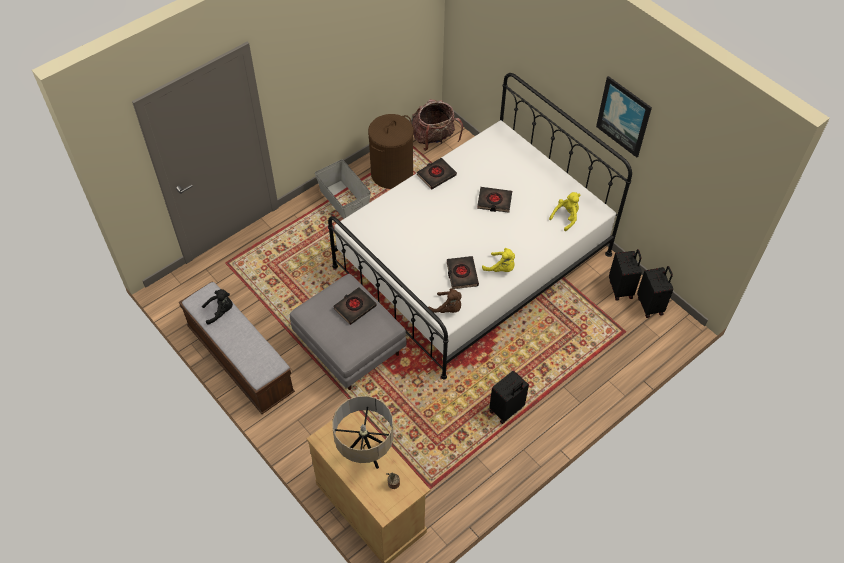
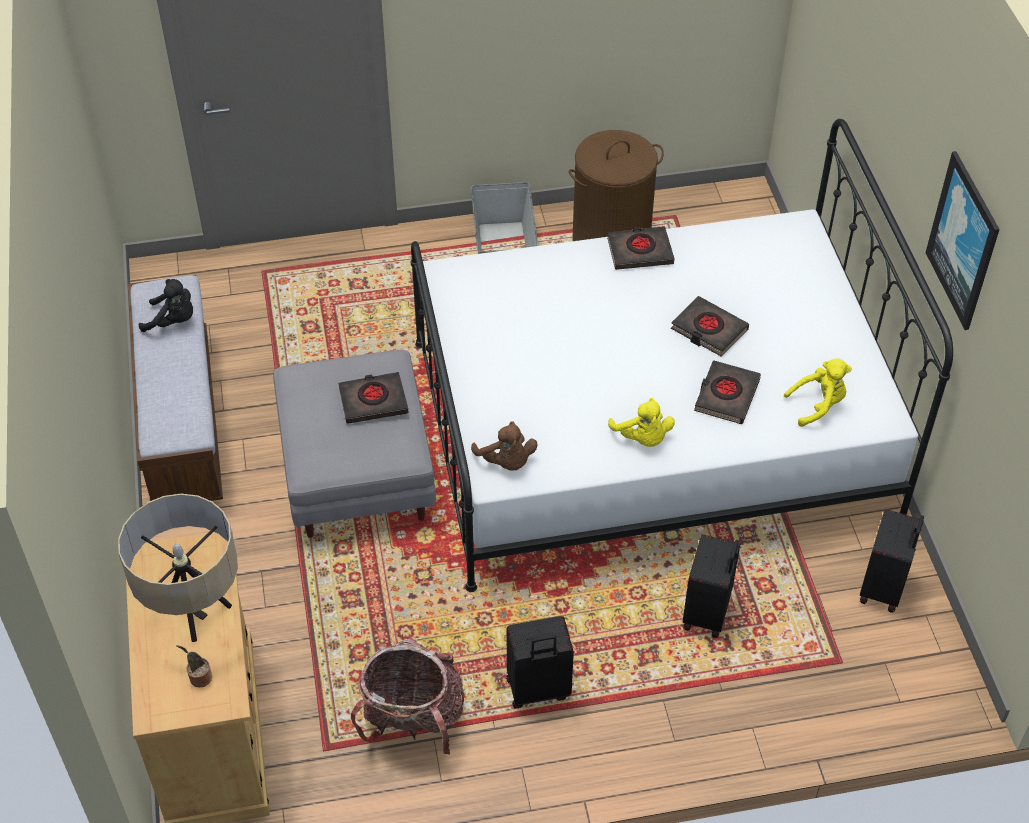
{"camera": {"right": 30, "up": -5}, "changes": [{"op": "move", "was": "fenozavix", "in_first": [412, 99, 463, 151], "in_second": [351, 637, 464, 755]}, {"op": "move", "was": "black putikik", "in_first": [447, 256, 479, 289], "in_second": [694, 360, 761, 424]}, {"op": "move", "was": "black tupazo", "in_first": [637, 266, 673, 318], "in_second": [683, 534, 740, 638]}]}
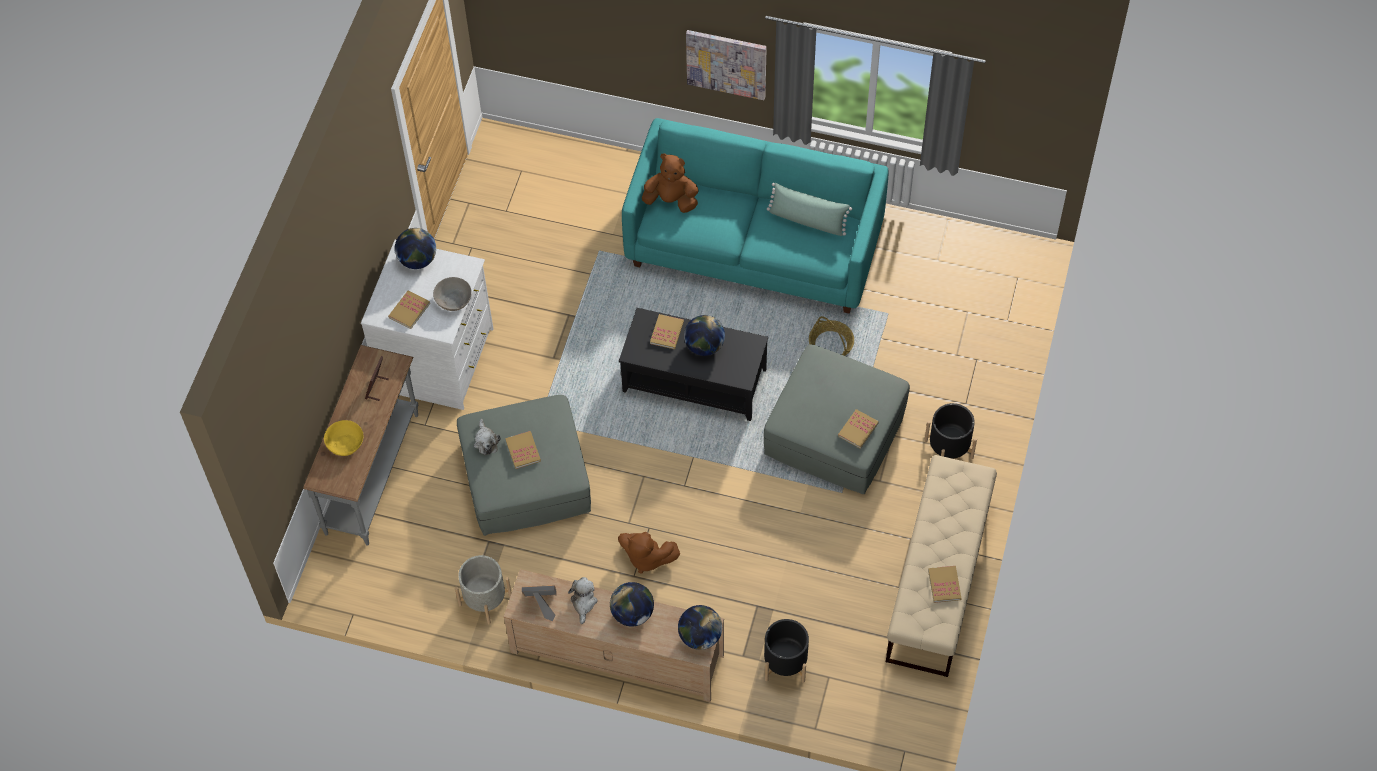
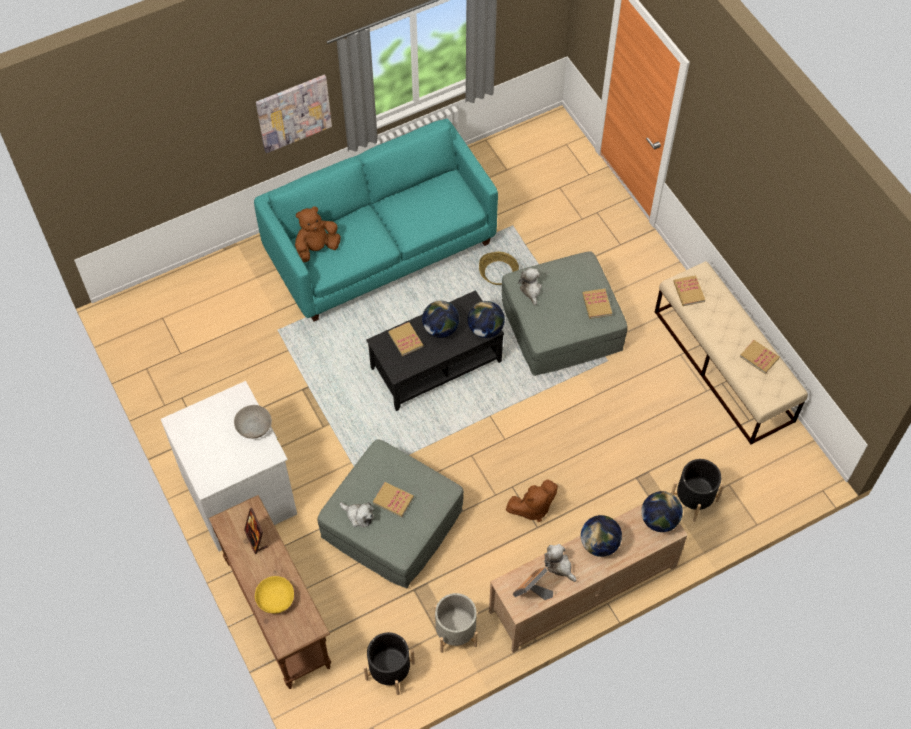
{"camera": {"right": -45, "up": 0}, "changes": [{"op": "delete", "was": "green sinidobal", "in_first": [767, 183, 852, 236]}, {"op": "move", "was": "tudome", "in_first": [395, 228, 436, 269], "in_second": [468, 301, 505, 338]}, {"op": "move", "was": "putikik", "in_first": [388, 291, 430, 329], "in_second": [673, 275, 705, 306]}, {"op": "recolor", "was": "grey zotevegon", "now": "brown zotevegon", "in_first": [303, 345, 418, 546], "in_second": [209, 495, 331, 689]}, {"op": "move", "was": "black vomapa", "in_first": [924, 403, 977, 459], "in_second": [363, 632, 415, 695]}, {"op": "insert", "now": "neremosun", "in_second": [518, 268, 542, 306]}]}
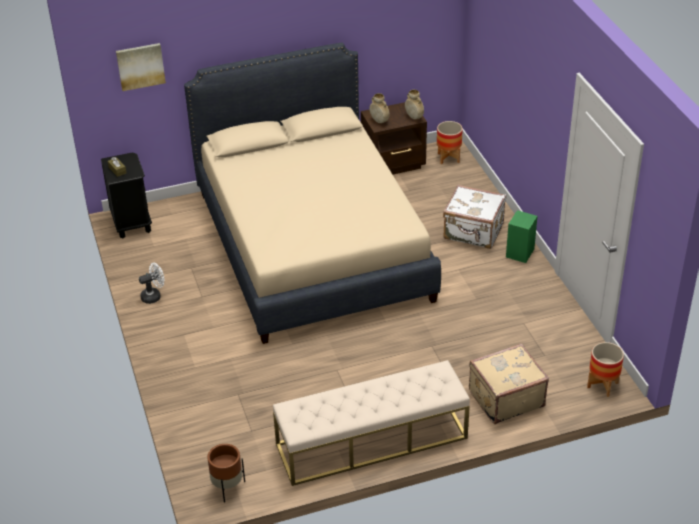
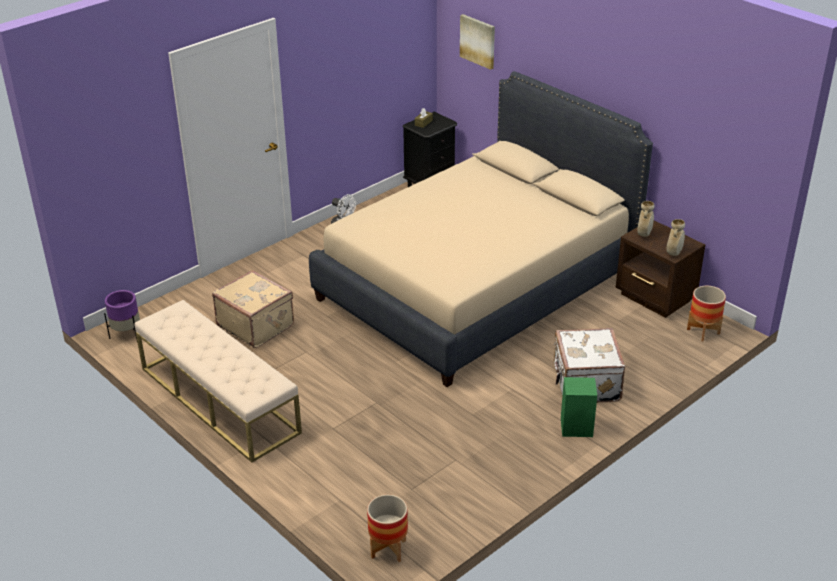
{"camera": {"right": 65, "up": -5}, "changes": [{"op": "move", "was": "beige tupazo", "in_first": [469, 343, 549, 424], "in_second": [212, 270, 294, 348]}, {"op": "recolor", "was": "brown vomapa", "now": "purple vomapa", "in_first": [207, 444, 245, 503], "in_second": [104, 290, 140, 340]}]}
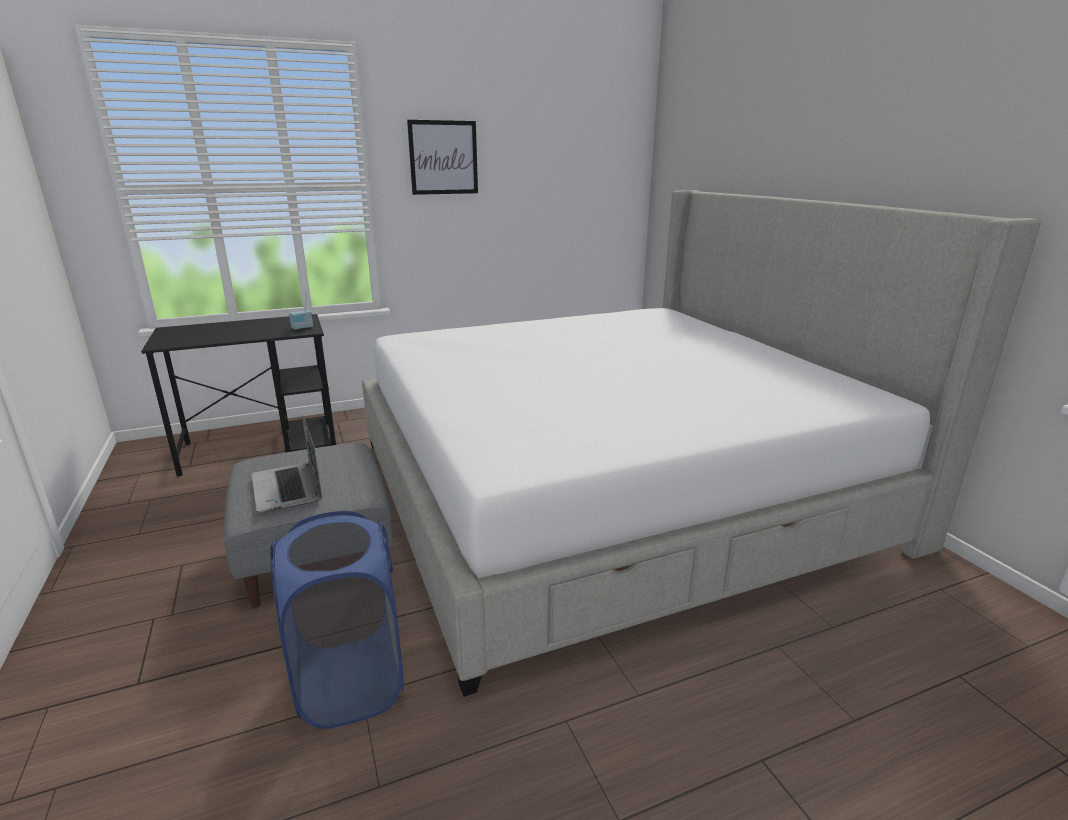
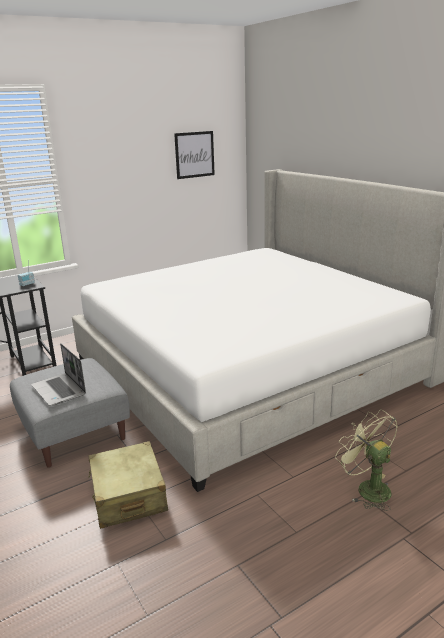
{"camera": {"right": -10, "up": 0}, "changes": [{"op": "move", "was": "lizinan", "in_first": [407, 120, 478, 195], "in_second": [174, 131, 215, 179]}, {"op": "replace", "was": "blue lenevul", "now": "beige tupazo", "in_first": [270, 511, 404, 729], "in_second": [88, 441, 168, 529]}, {"op": "insert", "now": "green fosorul", "in_second": [335, 410, 398, 511]}]}
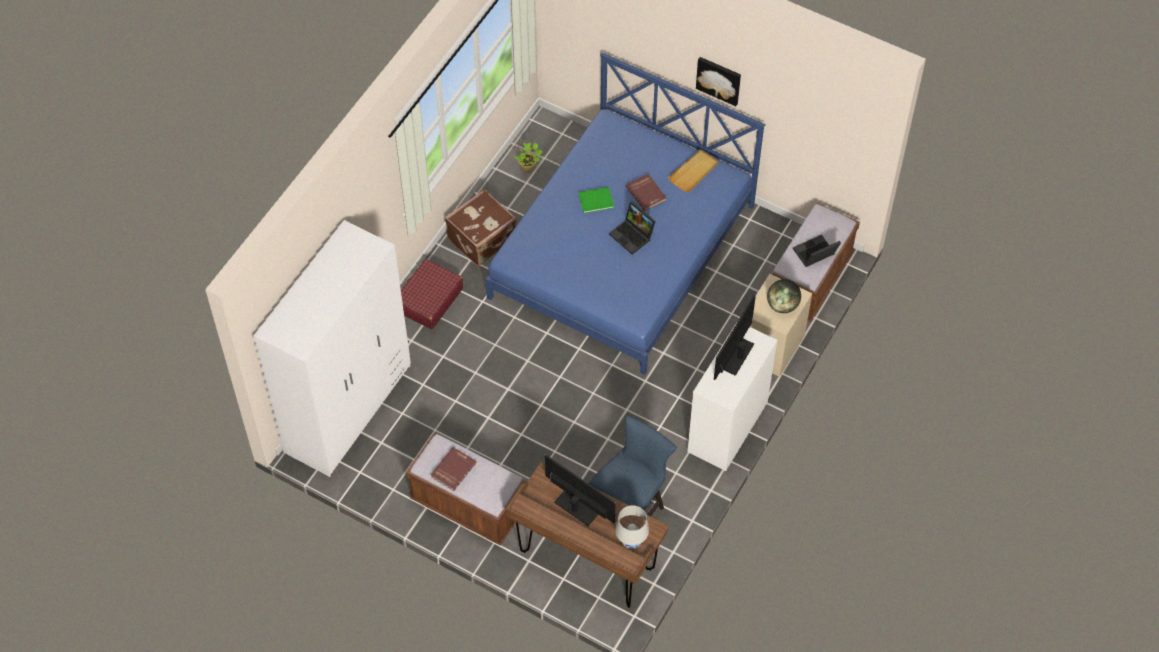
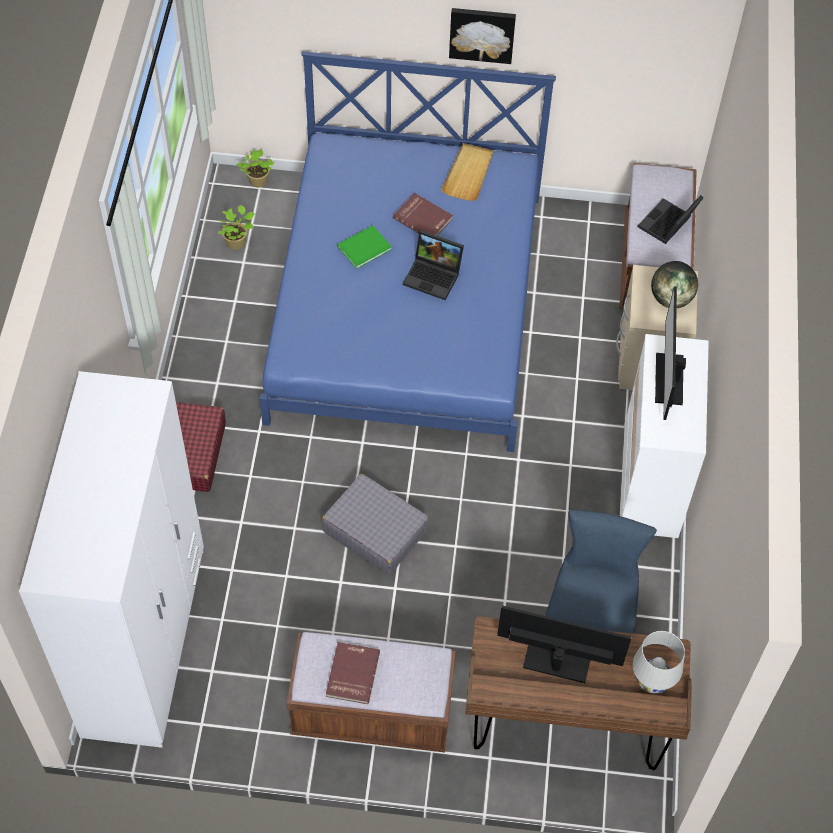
{"camera": {"right": -25, "up": 0}, "changes": [{"op": "delete", "was": "brown tupazo", "in_first": [445, 189, 517, 266]}, {"op": "insert", "now": "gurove", "in_second": [237, 149, 274, 188]}, {"op": "insert", "now": "grey tupazo", "in_second": [322, 474, 429, 575]}]}
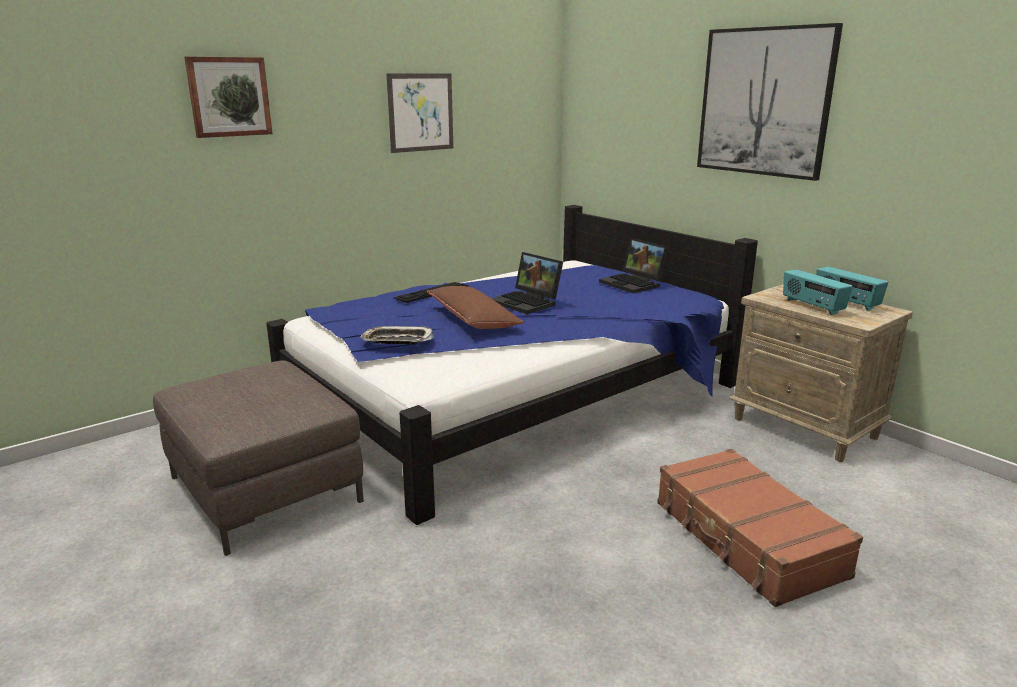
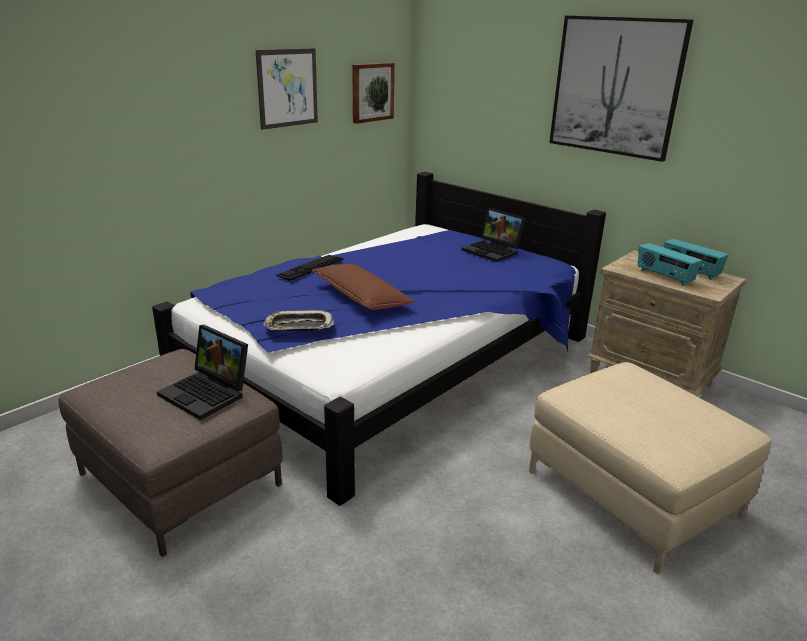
{"camera": {"right": -10, "up": 5}, "changes": [{"op": "move", "was": "lizinan", "in_first": [184, 57, 272, 138], "in_second": [352, 63, 395, 124]}, {"op": "move", "was": "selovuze", "in_first": [491, 252, 563, 314], "in_second": [157, 325, 248, 420]}, {"op": "replace", "was": "brown tupazo", "now": "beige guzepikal", "in_first": [657, 449, 863, 607], "in_second": [529, 362, 772, 574]}]}
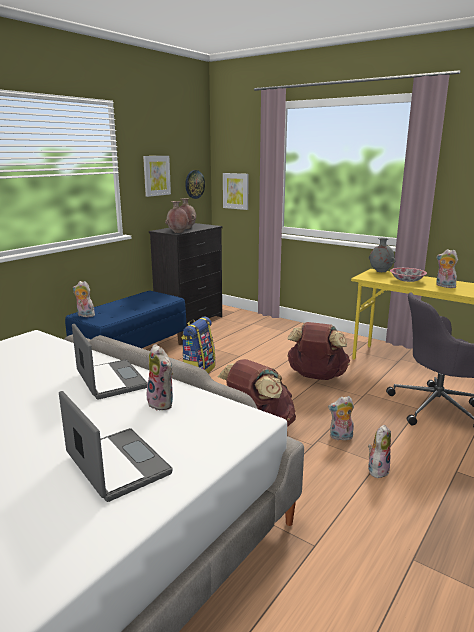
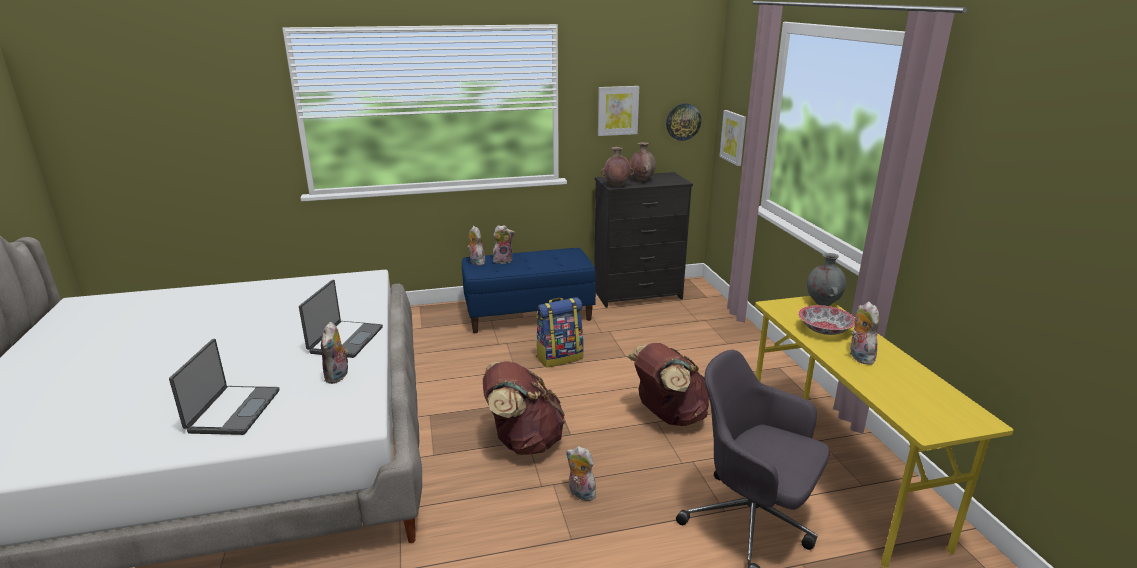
{"camera": {"right": 40, "up": 5}, "changes": [{"op": "move", "was": "neremosun", "in_first": [368, 425, 391, 478], "in_second": [493, 225, 515, 264]}]}
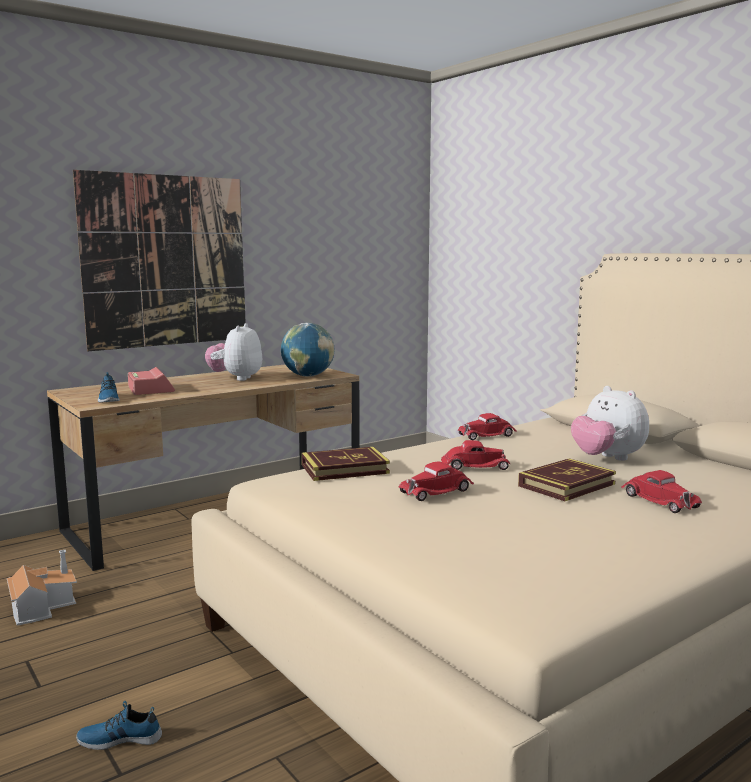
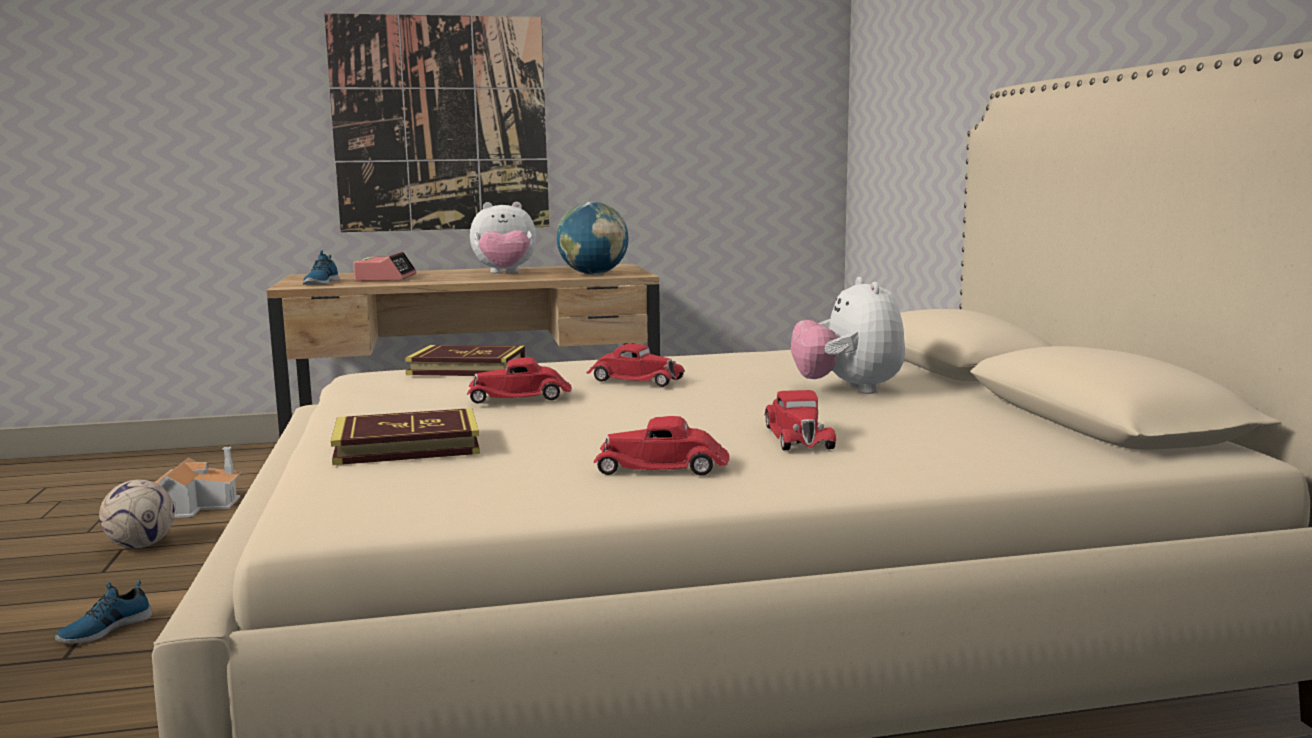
{"camera": {"right": 25, "up": 0}, "changes": [{"op": "rotate", "was": "neremosun", "in_first": [205, 323, 262, 381], "in_second": [470, 202, 536, 273], "clockwise": -135}, {"op": "move", "was": "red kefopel", "in_first": [457, 413, 517, 440], "in_second": [594, 416, 729, 476]}, {"op": "move", "was": "putikik", "in_first": [518, 458, 616, 501], "in_second": [331, 408, 480, 465]}, {"op": "rotate", "was": "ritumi", "in_first": [76, 701, 162, 750], "in_second": [55, 580, 152, 643], "clockwise": -75}, {"op": "insert", "now": "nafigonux", "in_second": [99, 479, 175, 549]}]}
